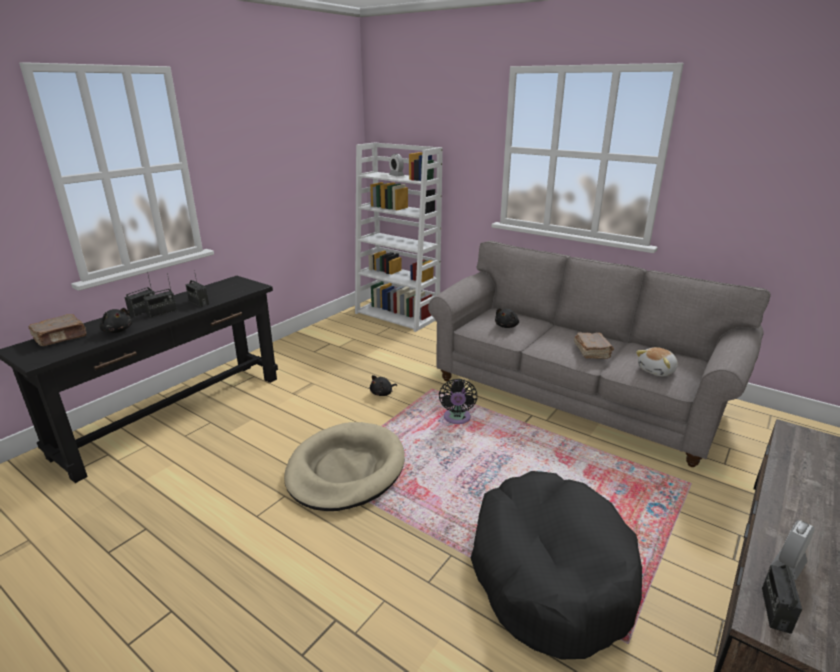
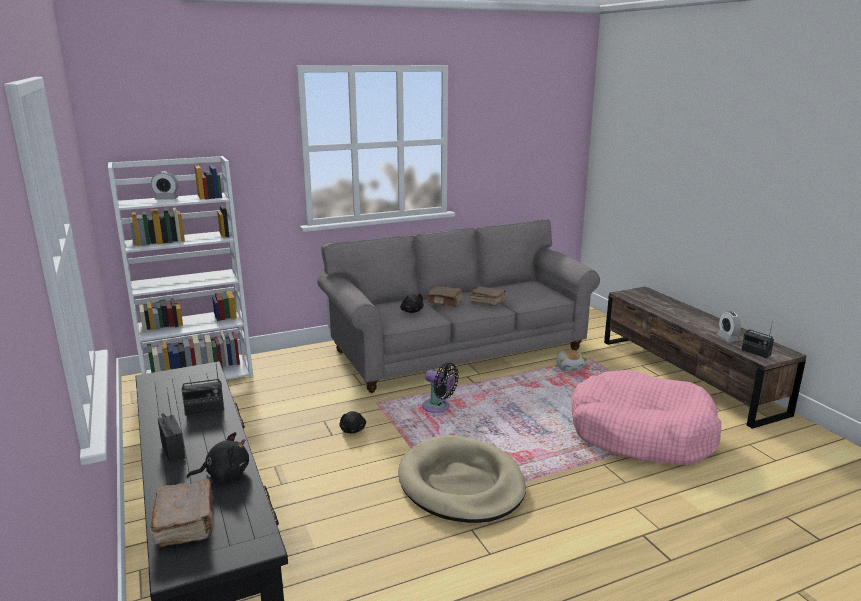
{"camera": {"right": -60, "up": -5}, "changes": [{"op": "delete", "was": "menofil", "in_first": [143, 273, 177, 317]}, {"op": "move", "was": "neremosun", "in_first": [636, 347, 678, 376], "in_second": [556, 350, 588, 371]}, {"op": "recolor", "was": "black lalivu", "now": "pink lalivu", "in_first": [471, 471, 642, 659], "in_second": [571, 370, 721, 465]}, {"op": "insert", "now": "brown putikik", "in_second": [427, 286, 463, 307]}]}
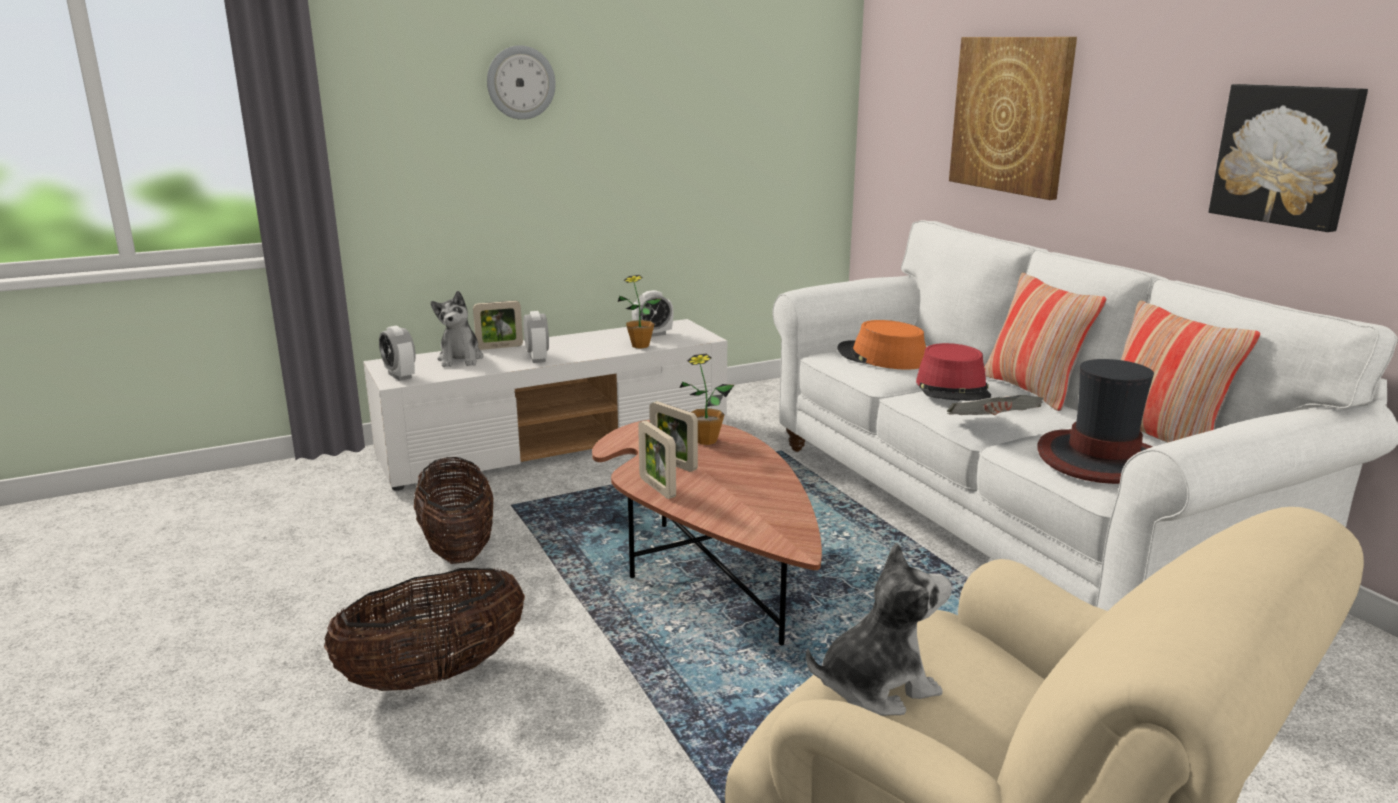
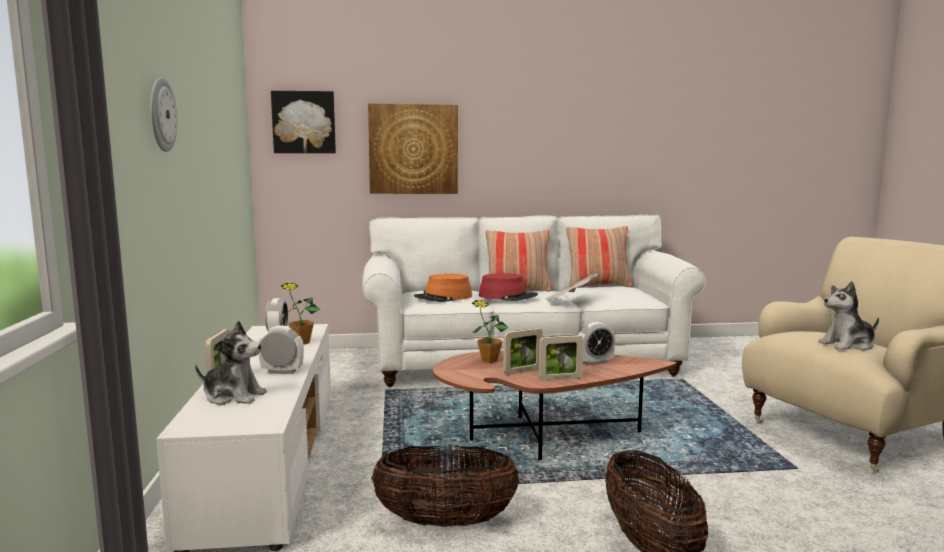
{"camera": {"right": -70, "up": -10}, "changes": [{"op": "move", "was": "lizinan", "in_first": [1209, 84, 1368, 232], "in_second": [271, 91, 336, 153]}, {"op": "move", "was": "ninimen", "in_first": [379, 326, 416, 381], "in_second": [578, 322, 615, 365]}, {"op": "delete", "was": "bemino", "in_first": [1037, 359, 1154, 484]}, {"op": "rotate", "was": "neremosun", "in_first": [806, 542, 952, 716], "in_second": [818, 281, 879, 350], "clockwise": -105}]}
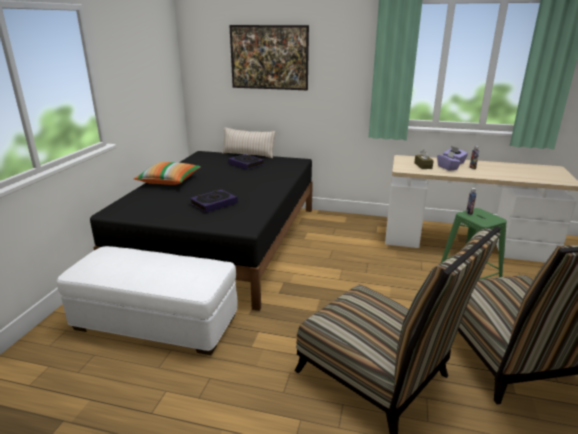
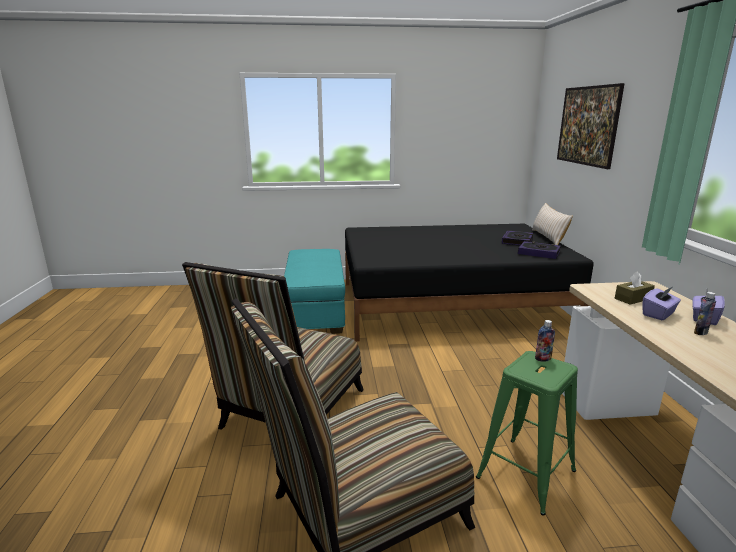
{"camera": {"right": 70, "up": -5}, "changes": [{"op": "delete", "was": "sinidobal", "in_first": [134, 162, 201, 185]}, {"op": "move", "was": "putikik", "in_first": [190, 189, 238, 213], "in_second": [518, 241, 561, 259]}, {"op": "recolor", "was": "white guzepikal", "now": "turquoise guzepikal", "in_first": [56, 246, 238, 355], "in_second": [284, 249, 345, 334]}]}
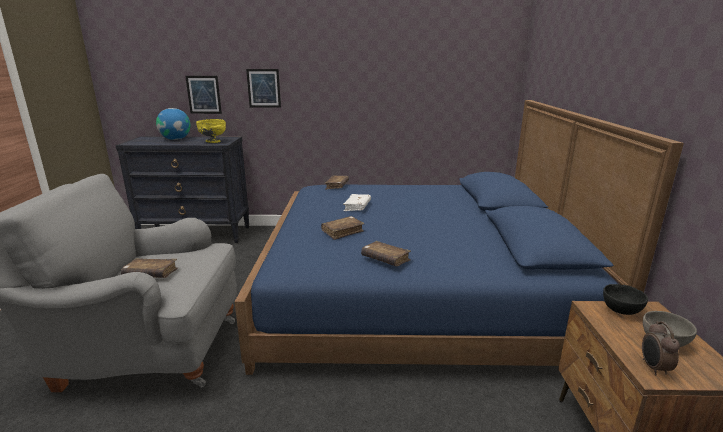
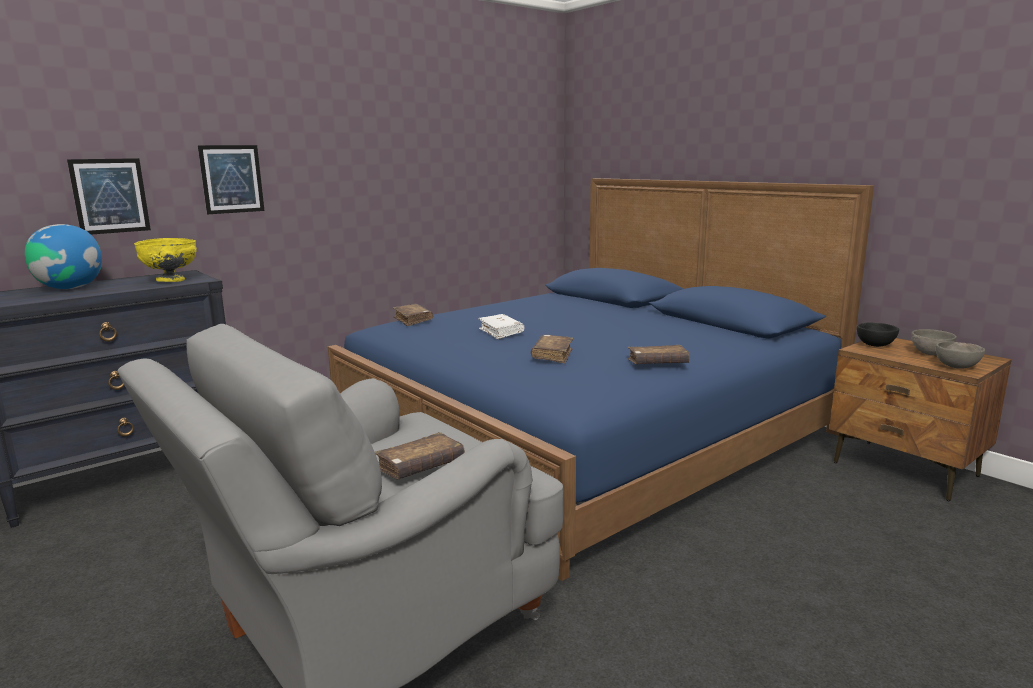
{"camera": {"right": -40, "up": -5}, "changes": [{"op": "replace", "was": "ninimen", "now": "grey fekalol", "in_first": [642, 321, 680, 375], "in_second": [936, 341, 985, 369]}]}
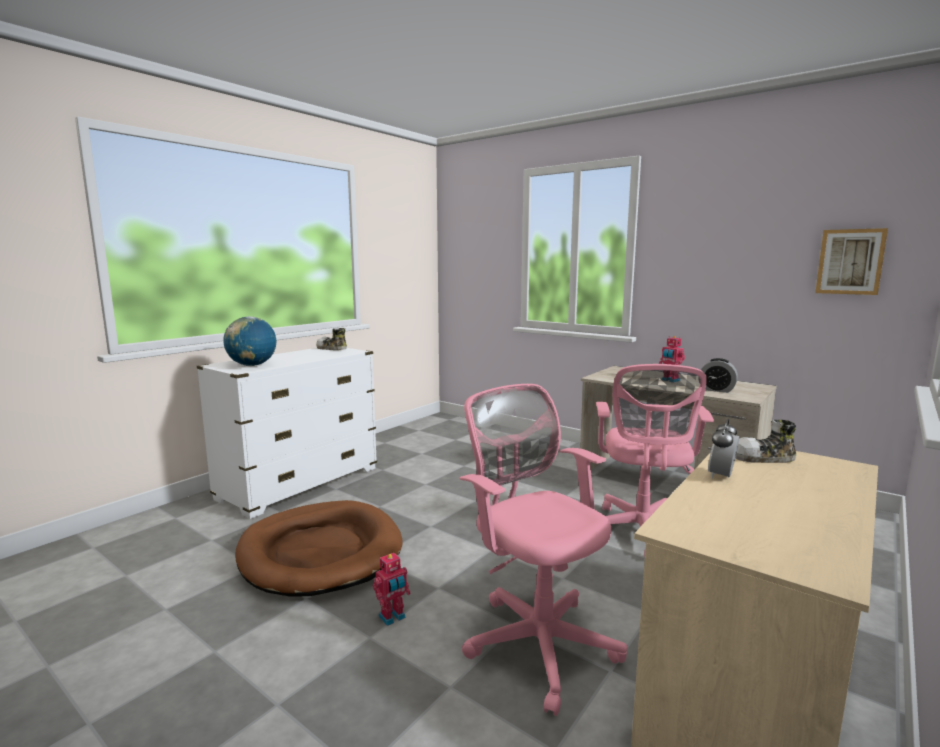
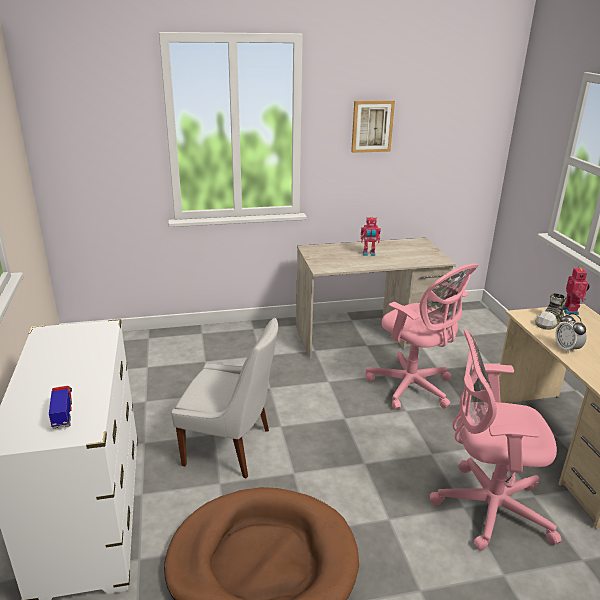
{"camera": {"right": -50, "up": 15}, "changes": [{"op": "move", "was": "lizinan", "in_first": [815, 228, 888, 295], "in_second": [351, 100, 395, 153]}, {"op": "replace", "was": "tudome", "now": "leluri", "in_first": [223, 316, 276, 366], "in_second": [49, 386, 72, 429]}, {"op": "delete", "was": "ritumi", "in_first": [316, 328, 347, 350]}, {"op": "delete", "was": "ninimen", "in_first": [699, 358, 738, 393]}, {"op": "move", "was": "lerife", "in_first": [373, 553, 410, 626], "in_second": [563, 266, 590, 315]}, {"op": "insert", "now": "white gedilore", "in_second": [172, 318, 278, 479]}]}
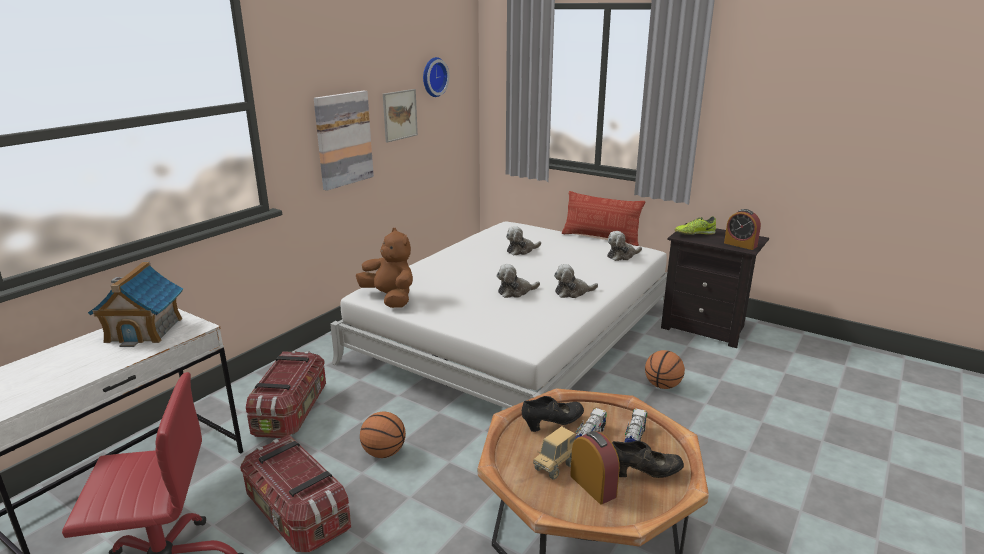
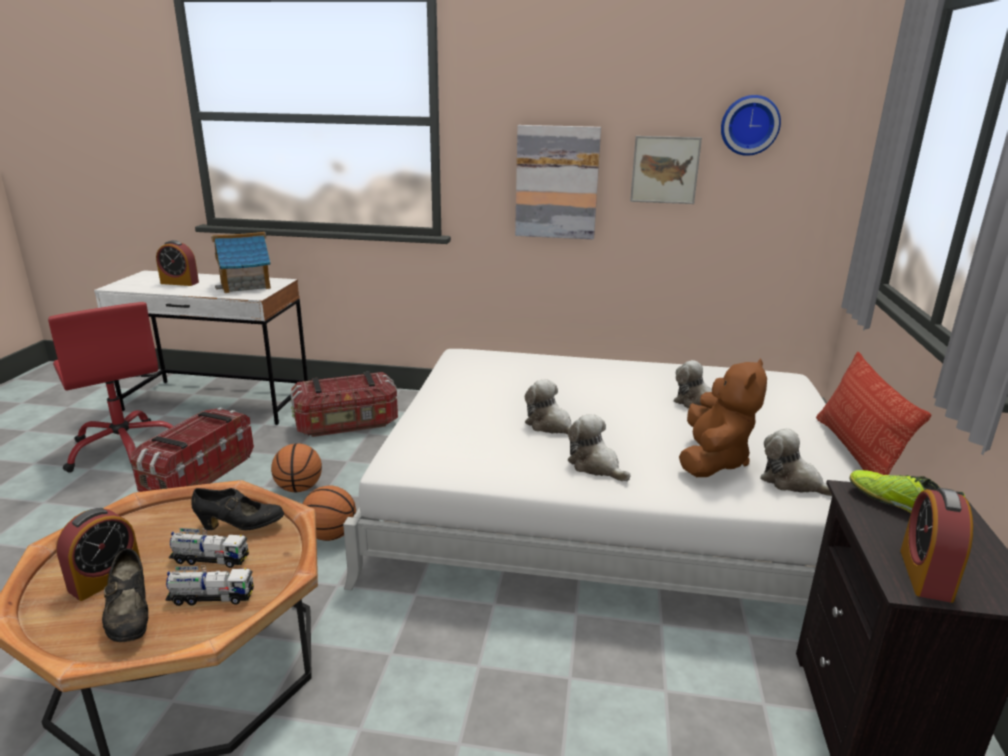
{"camera": {"right": 65, "up": 0}, "changes": [{"op": "move", "was": "brown neremosun", "in_first": [356, 228, 413, 308], "in_second": [679, 358, 767, 477]}, {"op": "move", "was": "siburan", "in_first": [645, 350, 685, 389], "in_second": [303, 486, 356, 541]}, {"op": "rotate", "was": "black ritumi", "in_first": [522, 396, 584, 432], "in_second": [191, 488, 284, 530], "clockwise": -45}, {"op": "delete", "was": "leluri", "in_first": [533, 426, 575, 480]}, {"op": "insert", "now": "ninimen", "in_second": [156, 240, 199, 286]}]}
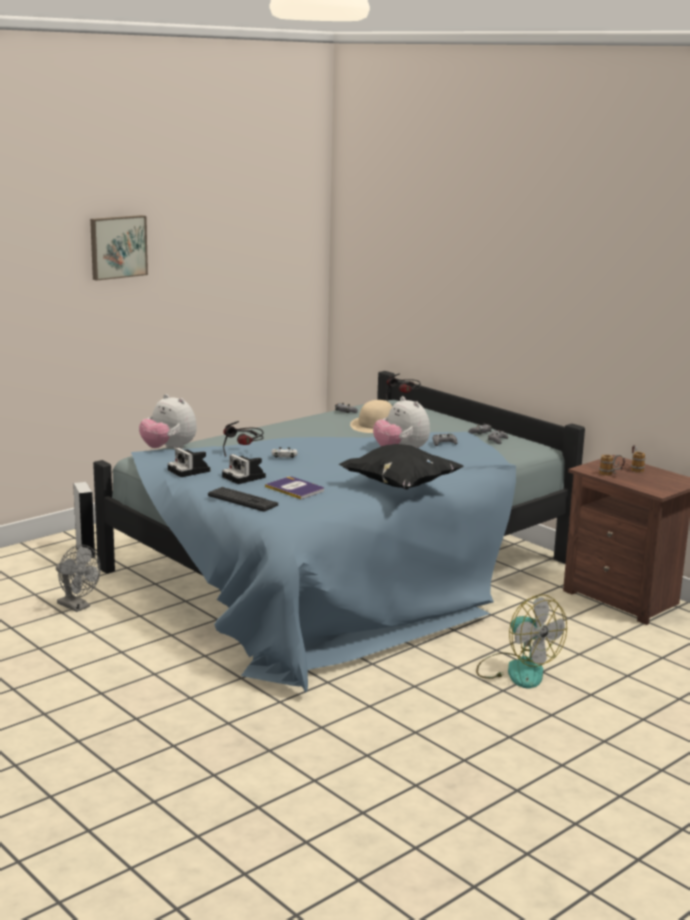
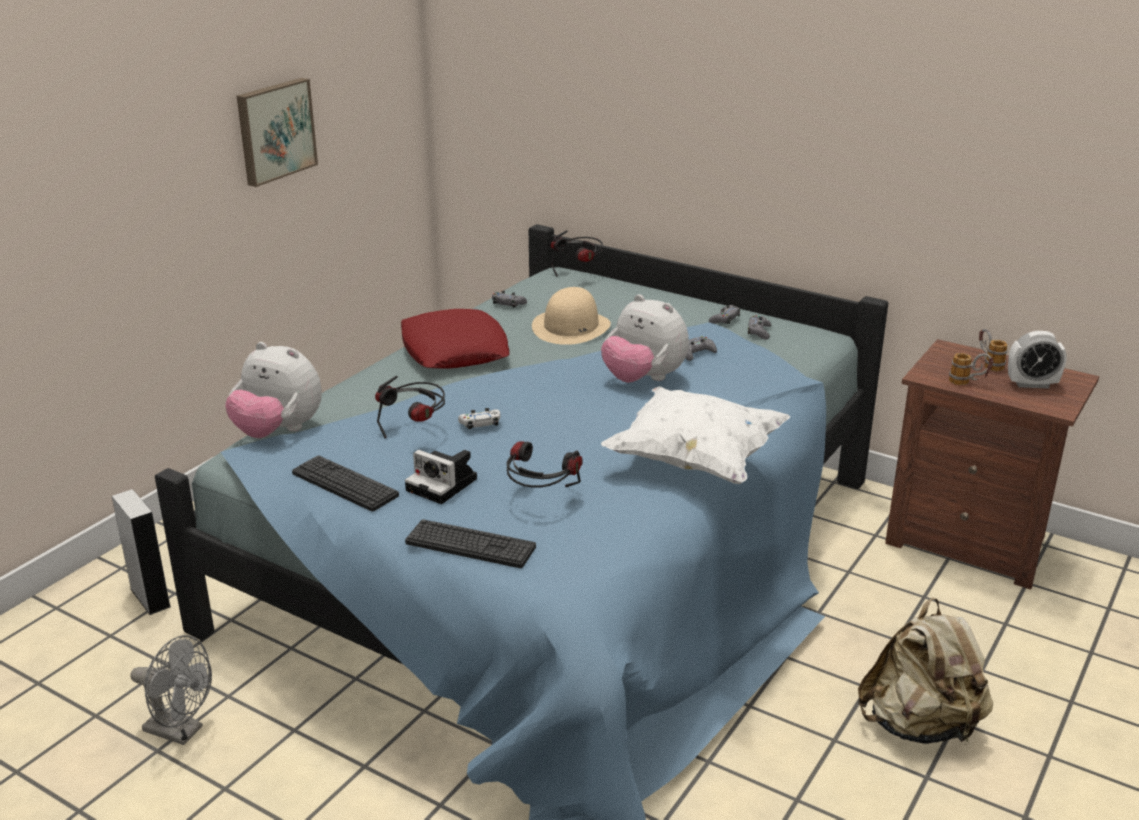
{"camera": {"right": -15, "up": 10}, "changes": [{"op": "move", "was": "lizinan", "in_first": [90, 215, 148, 281], "in_second": [237, 78, 318, 187]}, {"op": "recolor", "was": "black sinidobal", "now": "white sinidobal", "in_first": [339, 444, 464, 489], "in_second": [601, 386, 791, 484]}, {"op": "replace", "was": "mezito", "now": "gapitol", "in_first": [167, 448, 210, 477], "in_second": [292, 455, 399, 512]}, {"op": "replace", "was": "putikik", "now": "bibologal", "in_first": [265, 477, 324, 499], "in_second": [506, 441, 582, 488]}, {"op": "replace", "was": "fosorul", "now": "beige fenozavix", "in_first": [476, 594, 567, 688], "in_second": [858, 598, 993, 745]}, {"op": "insert", "now": "red sinidobal", "in_second": [401, 309, 510, 369]}, {"op": "insert", "now": "ninimen", "in_second": [1008, 331, 1067, 388]}]}
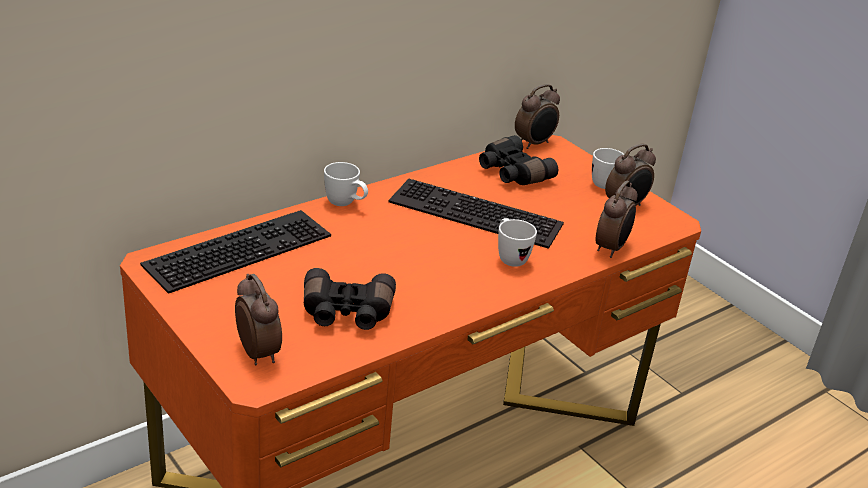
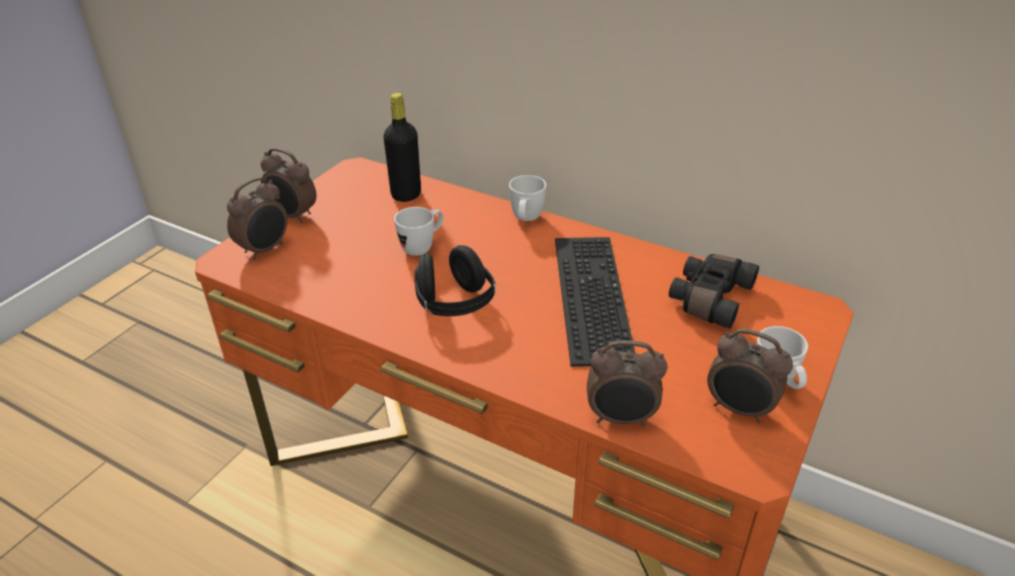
{"camera": {"right": 70, "up": 5}, "changes": [{"op": "move", "was": "ninimen", "in_first": [515, 84, 560, 149], "in_second": [261, 148, 317, 223]}, {"op": "replace", "was": "gapitol", "now": "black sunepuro", "in_first": [140, 210, 331, 294], "in_second": [383, 93, 421, 202]}, {"op": "move", "was": "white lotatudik", "in_first": [498, 218, 537, 267], "in_second": [394, 207, 444, 256]}, {"op": "delete", "was": "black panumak", "in_first": [304, 268, 396, 330]}, {"op": "insert", "now": "black bibologal", "in_second": [414, 245, 496, 316]}]}
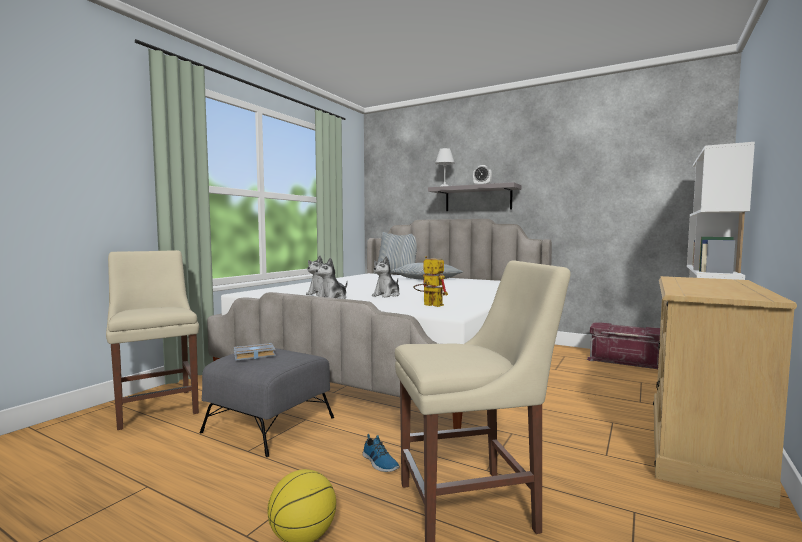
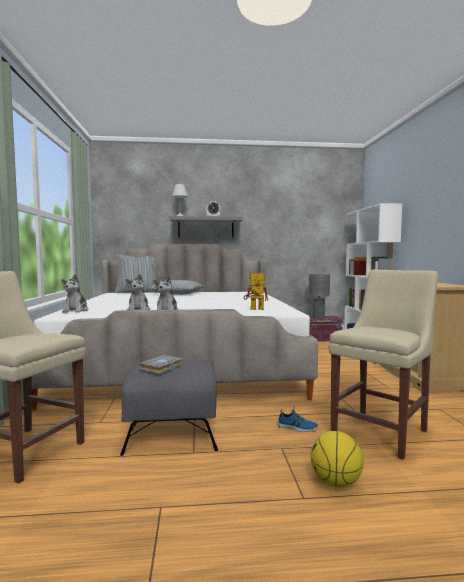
{"camera": {"right": -35, "up": 0}, "changes": [{"op": "move", "was": "neremosun", "in_first": [372, 256, 400, 298], "in_second": [61, 274, 88, 313]}, {"op": "insert", "now": "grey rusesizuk", "in_second": [309, 274, 330, 318]}]}
